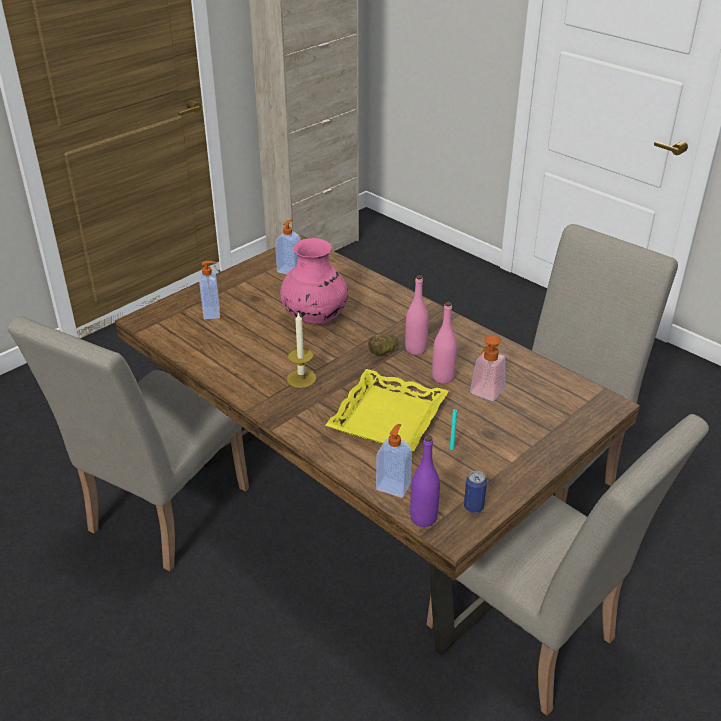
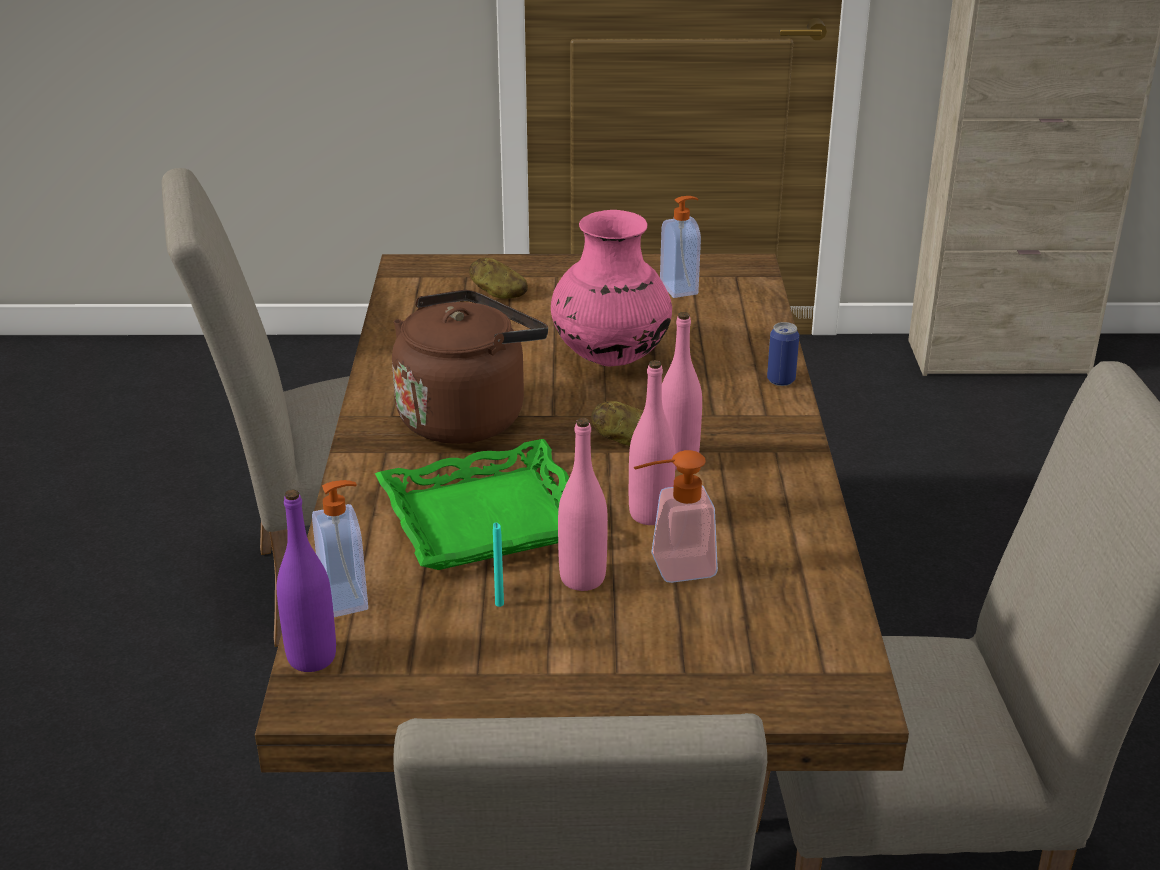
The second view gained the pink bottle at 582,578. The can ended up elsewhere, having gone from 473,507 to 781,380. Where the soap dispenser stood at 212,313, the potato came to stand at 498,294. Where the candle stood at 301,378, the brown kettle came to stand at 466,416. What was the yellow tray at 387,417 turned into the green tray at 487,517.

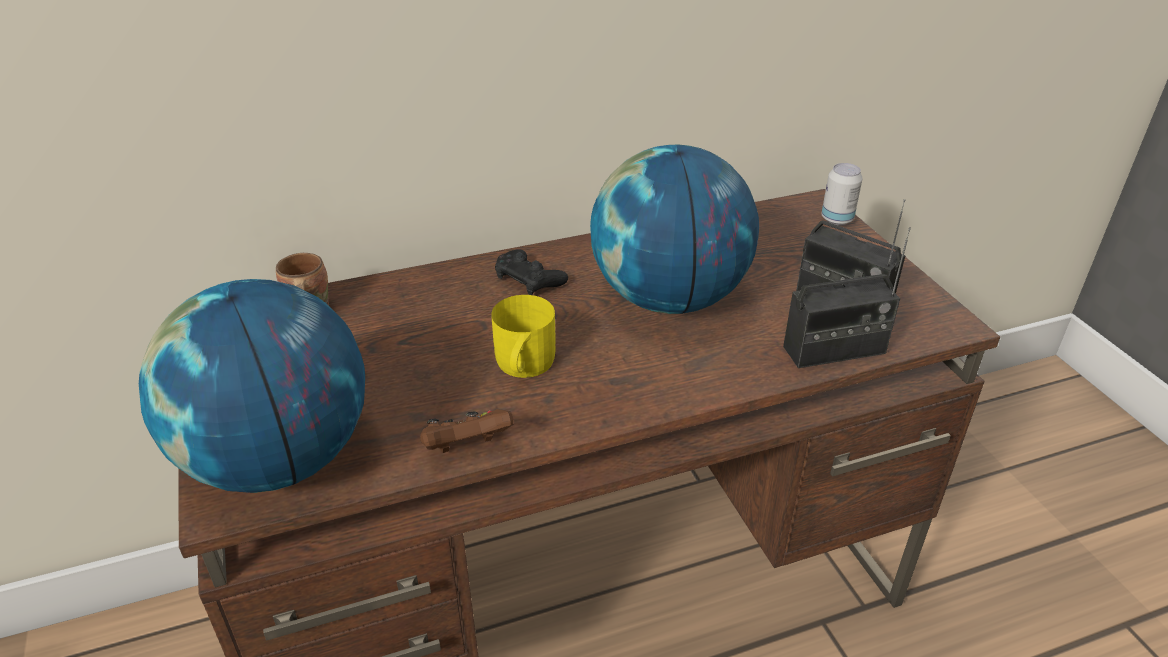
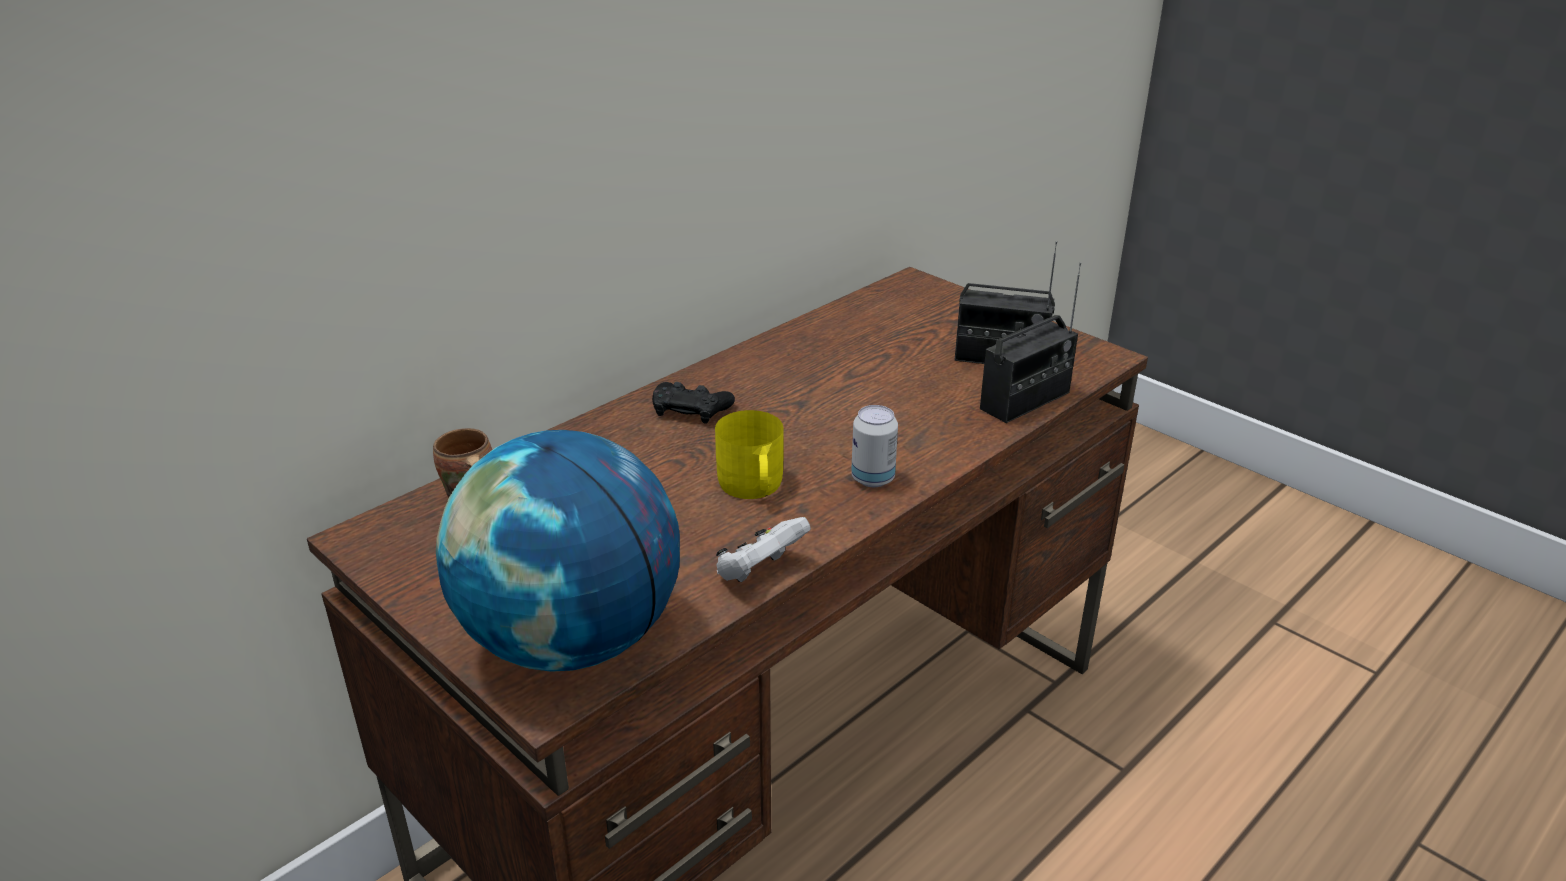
The second view lost the globe at 669,298. The can ended up elsewhere, having gone from 837,219 to 872,478. What was the brown game controller at 467,448 turned into the white game controller at 760,572.

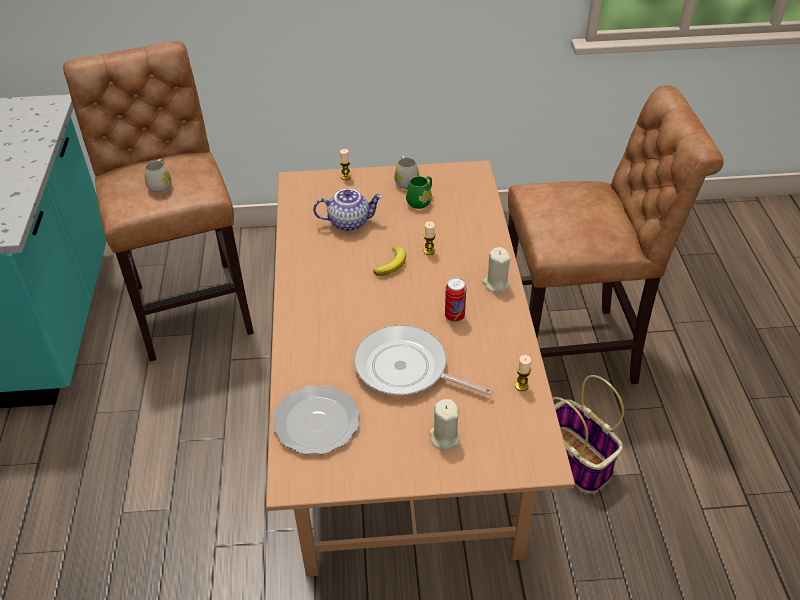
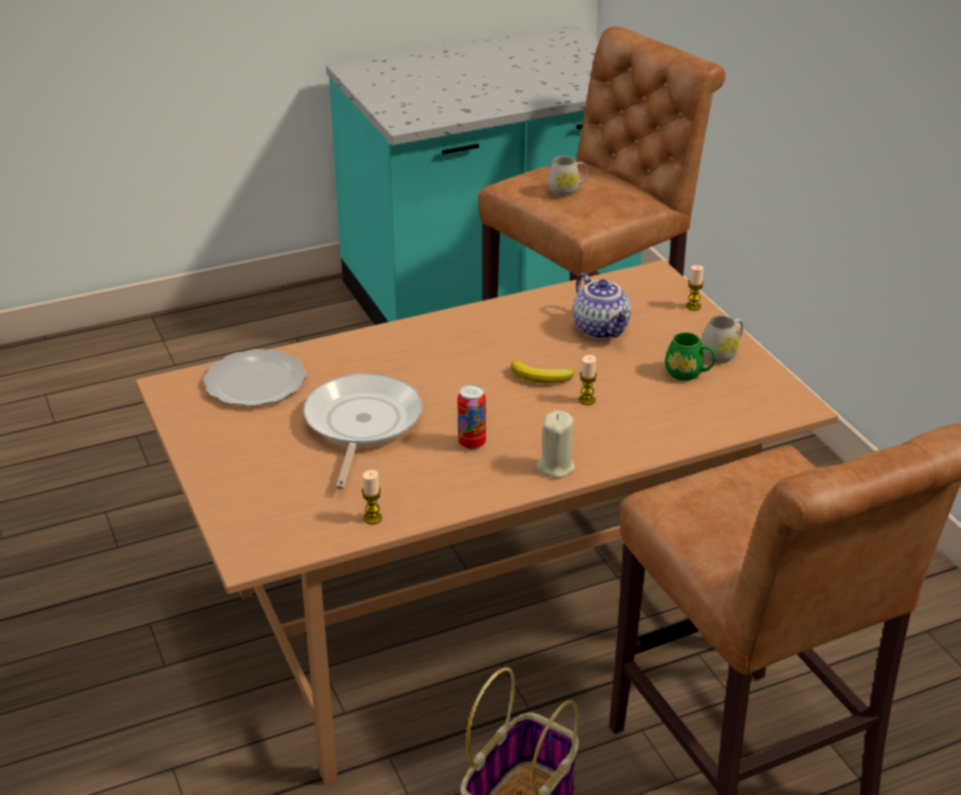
The second view lost the beige candle at 444,437.

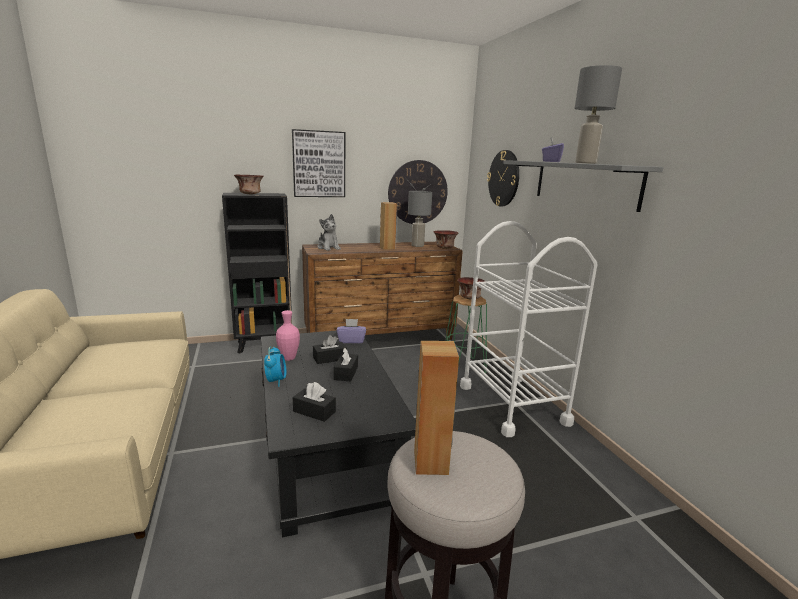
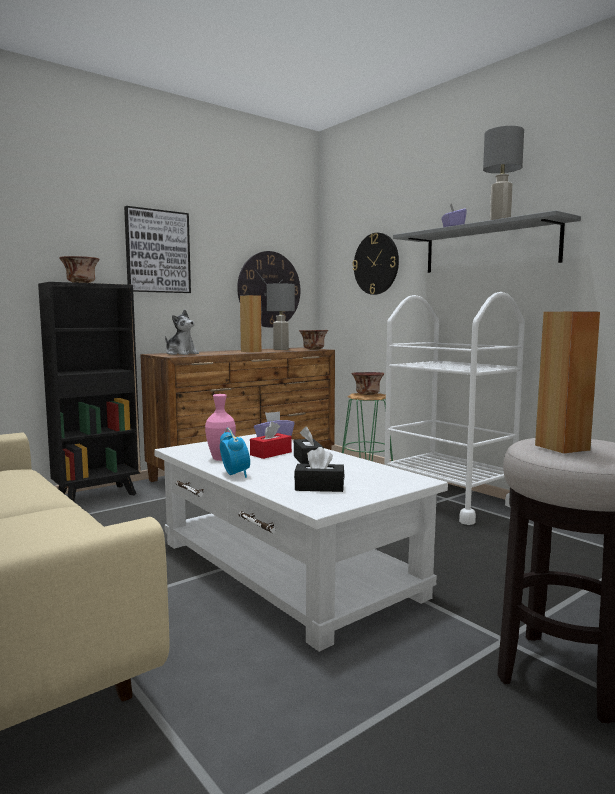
What was the black coffee table at 327,446 turned into the white coffee table at 285,567. What was the black tissue box at 329,358 turned into the red tissue box at 271,453.

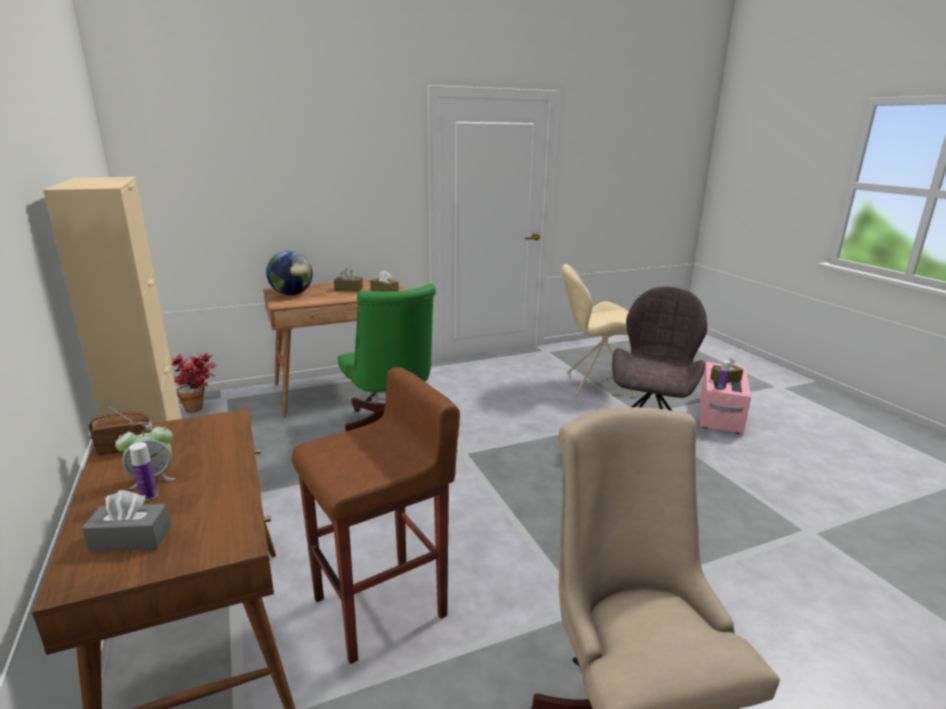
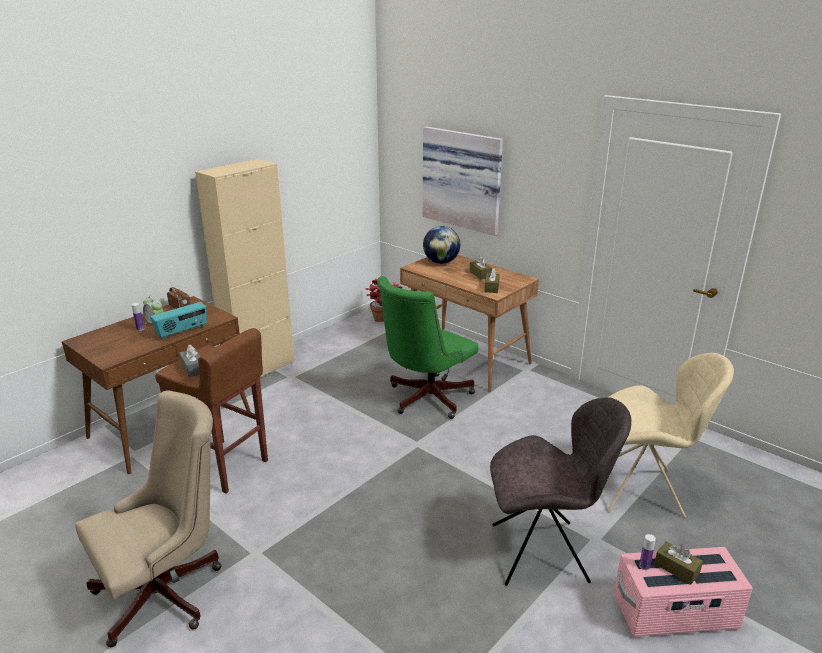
The second view gained the radio at 182,331. The second view gained the picture at 463,179. The grey tissue box ended up elsewhere, having gone from 131,539 to 193,368. The beige chair at 596,384 ended up facing another way, 120 degrees clockwise from before.

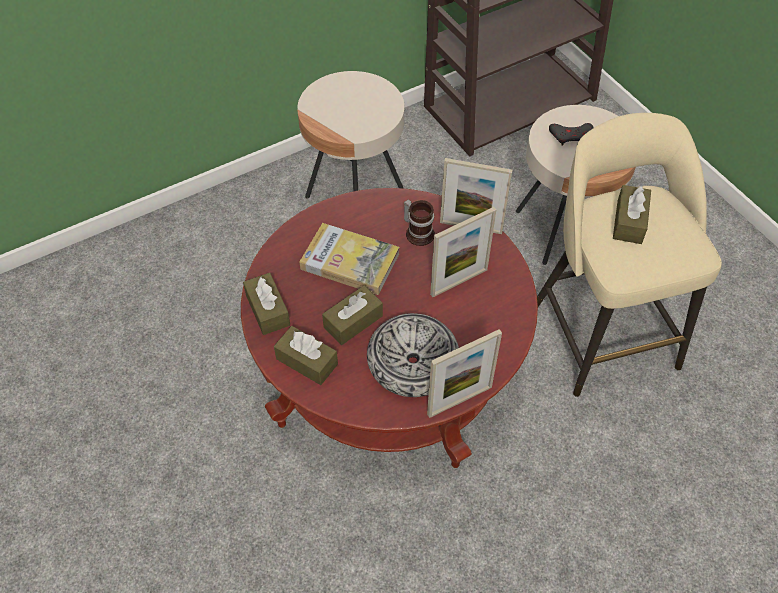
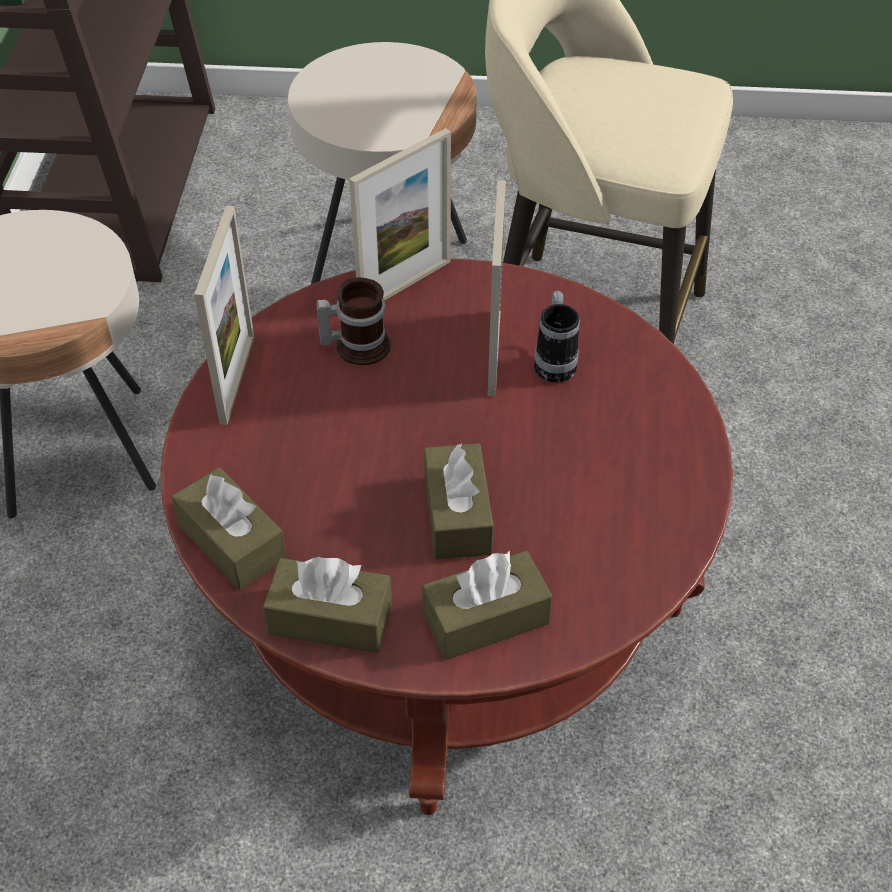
The second view lost the book at 350,261. The second view lost the bowl at 412,362. The second view lost the grey game controller at 571,136. The second view gained the mug at 555,361. The picture frame ended up elsewhere, having gone from 459,401 to 237,379. The brown tissue box ended up elsewhere, having gone from 629,222 to 232,542.

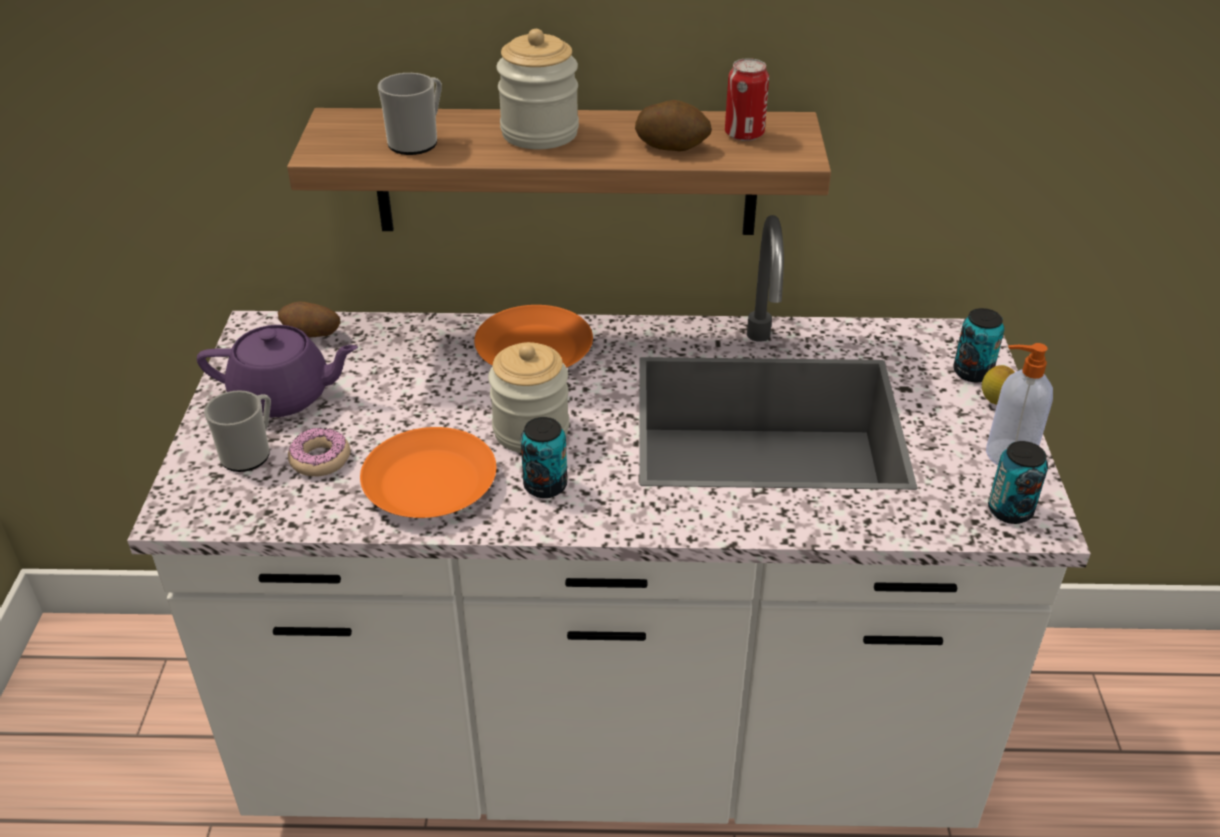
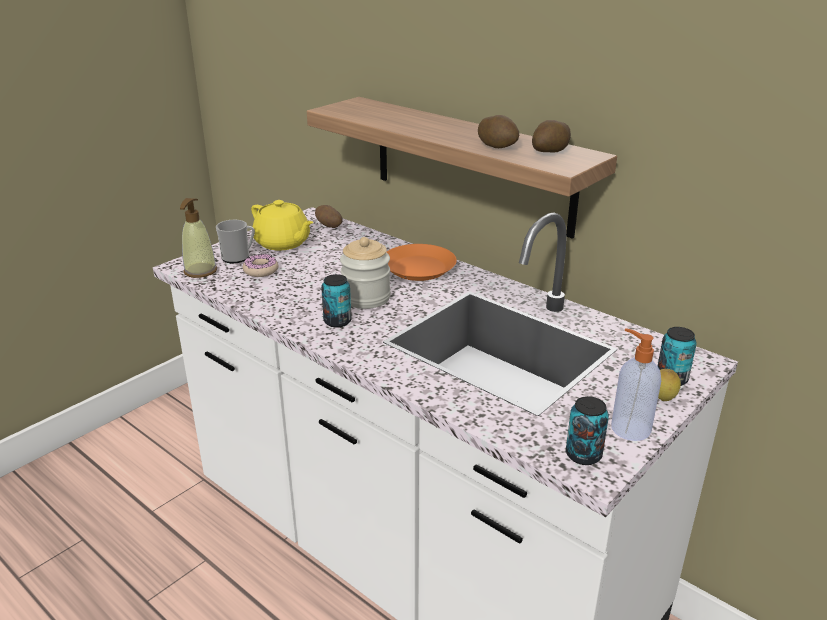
The second view lost the orange plate at 431,484. The second view lost the mug at 417,142. The second view lost the jar at 539,133. The second view gained the soap dispenser at 200,271. Where the can stood at 744,134, the potato came to stand at 550,152. What was the purple teapot at 284,396 turned into the yellow teapot at 283,243.

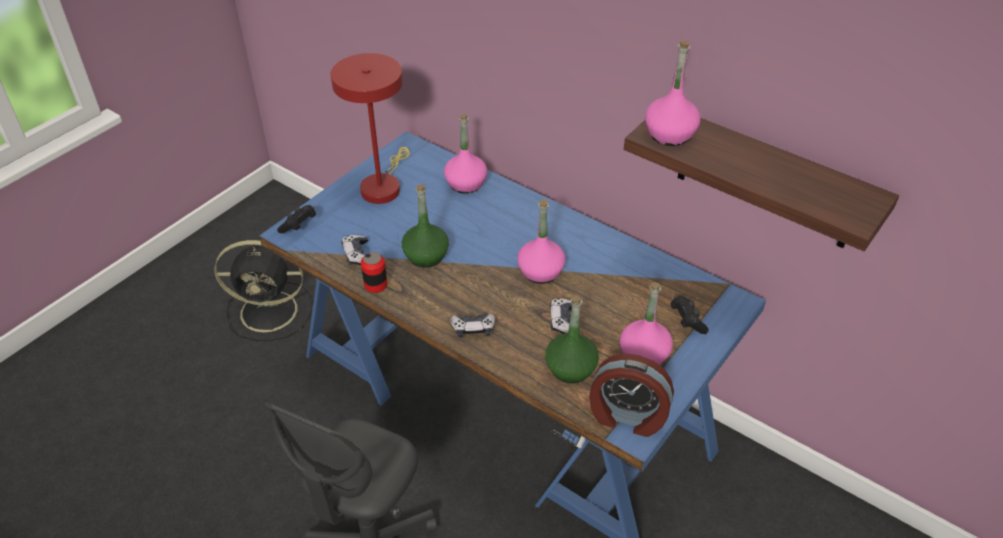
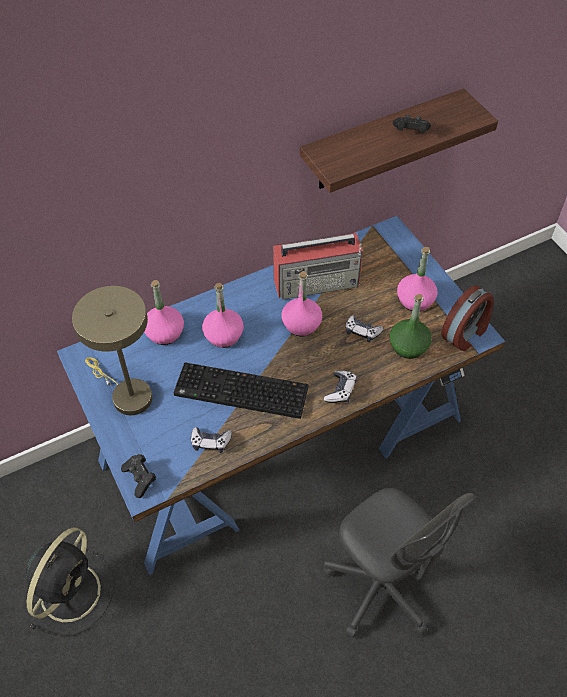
The second view lost the can at 375,285. The second view gained the radio at 317,282. The pink bottle ended up elsewhere, having gone from 670,134 to 223,335. The black game controller ended up elsewhere, having gone from 687,321 to 410,132. Where the green bottle stood at 425,255, the keyboard came to stand at 239,393. What was the red table lamp at 382,186 turned into the beige table lamp at 127,394.

